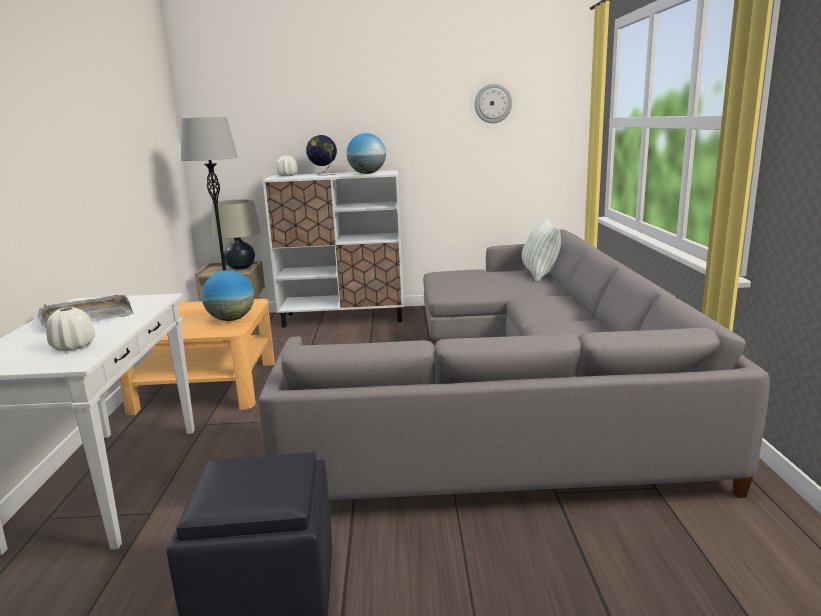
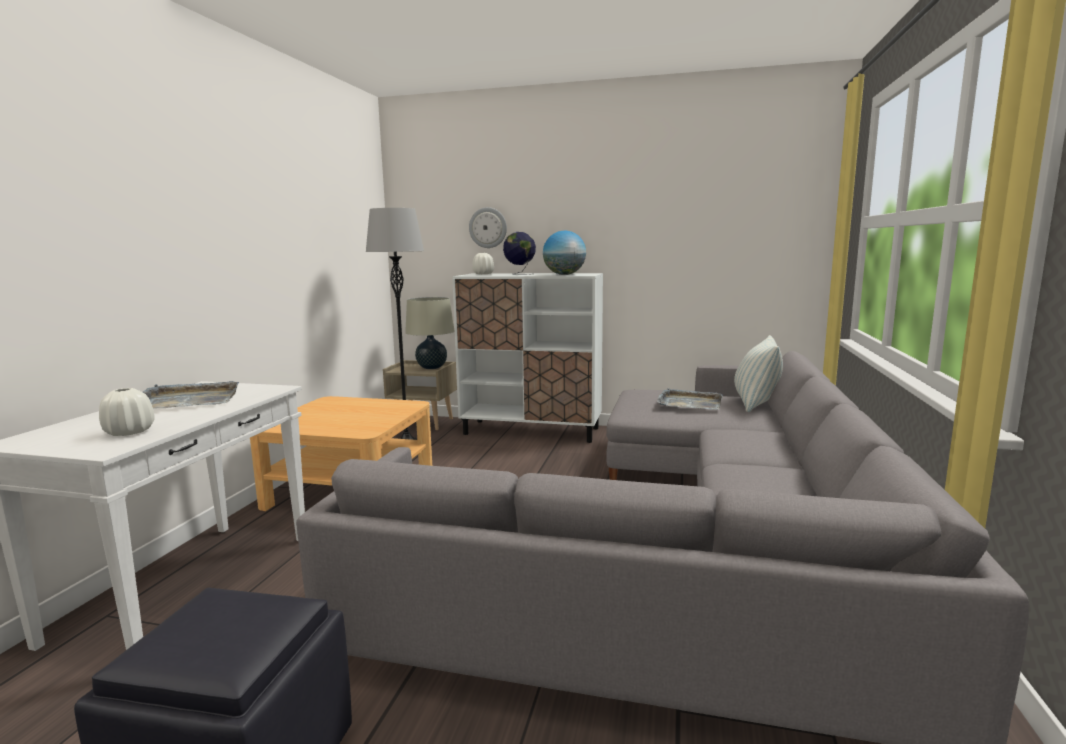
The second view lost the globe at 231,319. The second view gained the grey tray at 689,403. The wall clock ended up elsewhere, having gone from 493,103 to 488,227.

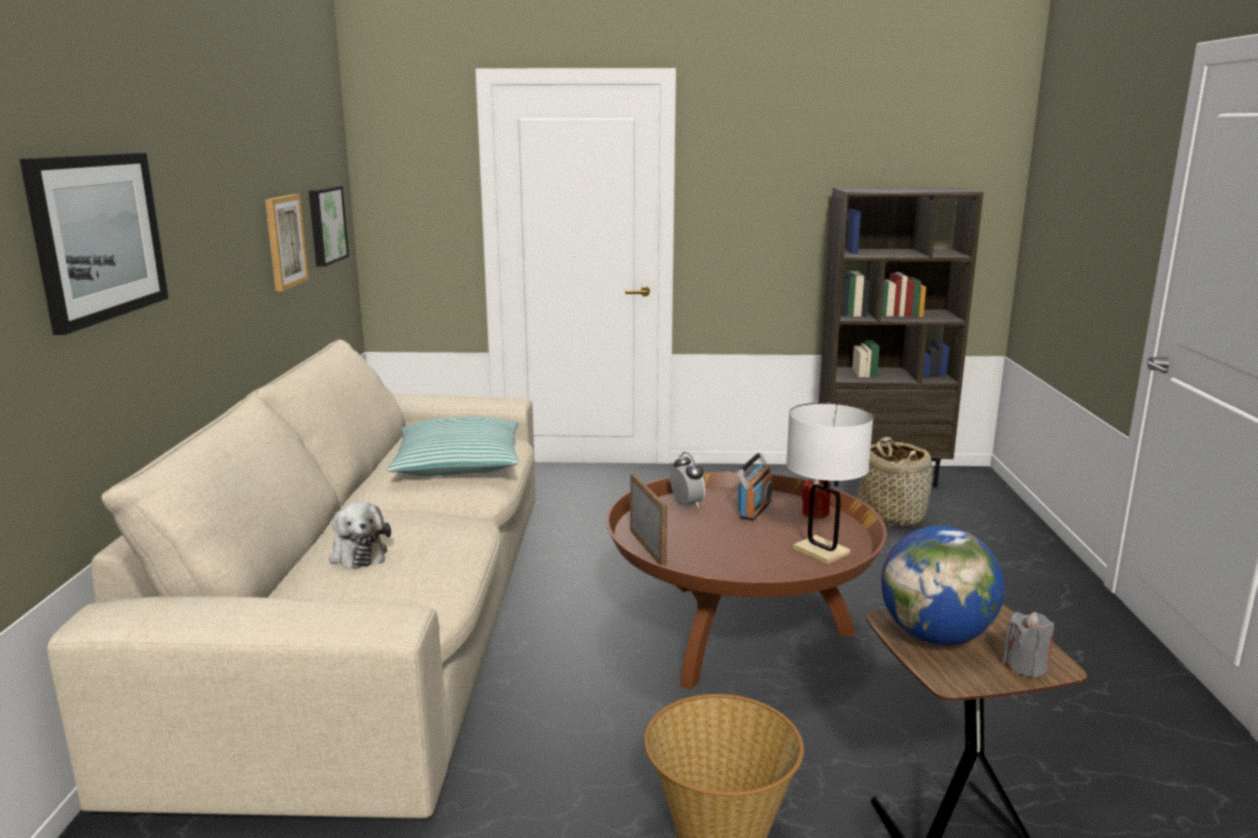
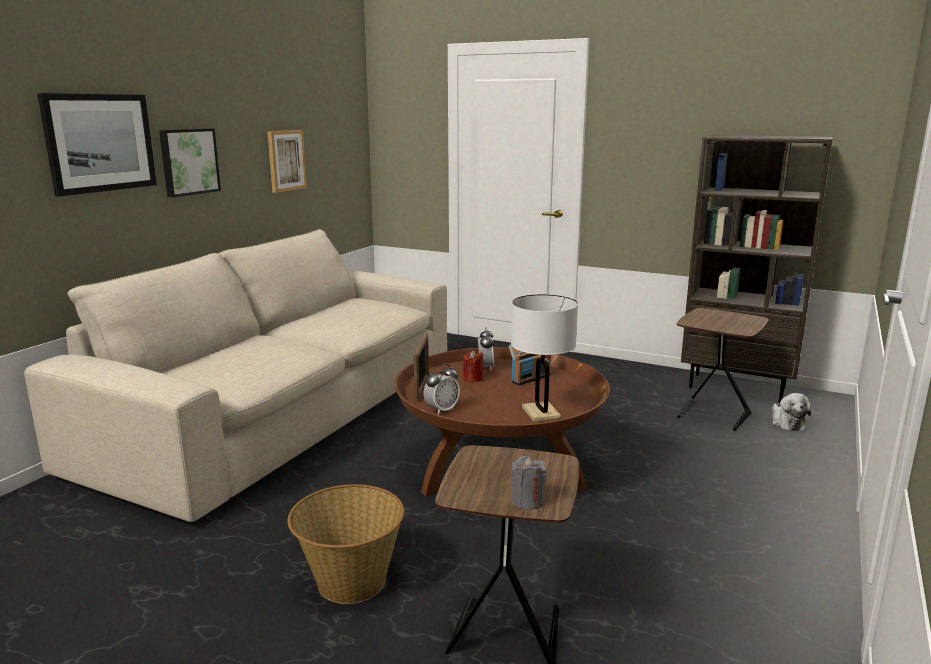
The second view lost the pillow at 458,463. The second view lost the globe at 936,636. The second view gained the alarm clock at 442,410. The picture ended up elsewhere, having gone from 325,225 to 188,161. The plush toy ended up elsewhere, having gone from 358,554 to 787,422. The red candle ended up elsewhere, having gone from 815,514 to 473,379. Where the basket stood at 891,516, the brown side table came to stand at 713,416.

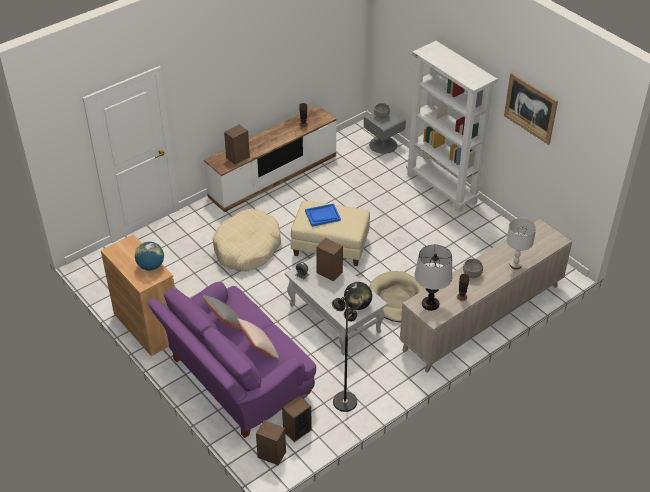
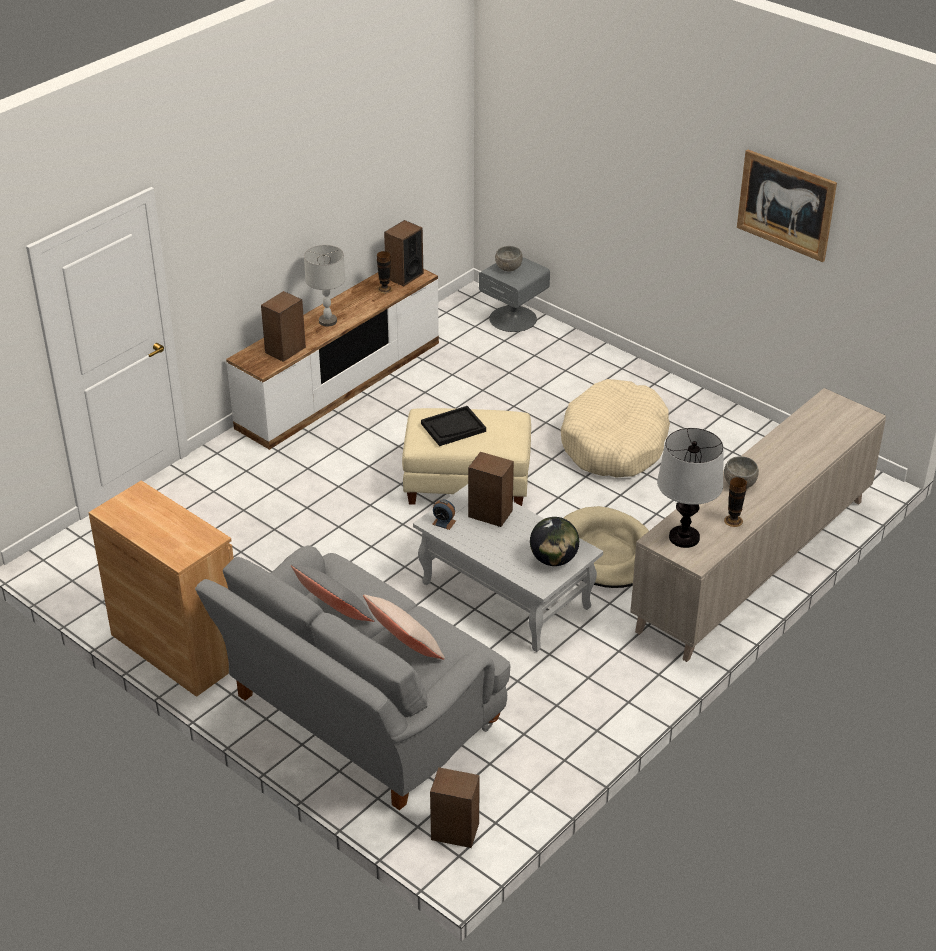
The second view lost the globe at 151,266. The second view lost the black floor lamp at 344,401. The second view lost the white bookcase at 442,188. The beige dog bed ended up elsewhere, having gone from 247,248 to 614,443. The speaker ended up elsewhere, having gone from 297,430 to 404,276. The grey table lamp ended up elsewhere, having gone from 515,265 to 328,321. What was the purple sofa at 236,380 turned into the grey sofa at 359,716. What was the blue tray at 322,216 turned into the black tray at 453,427.

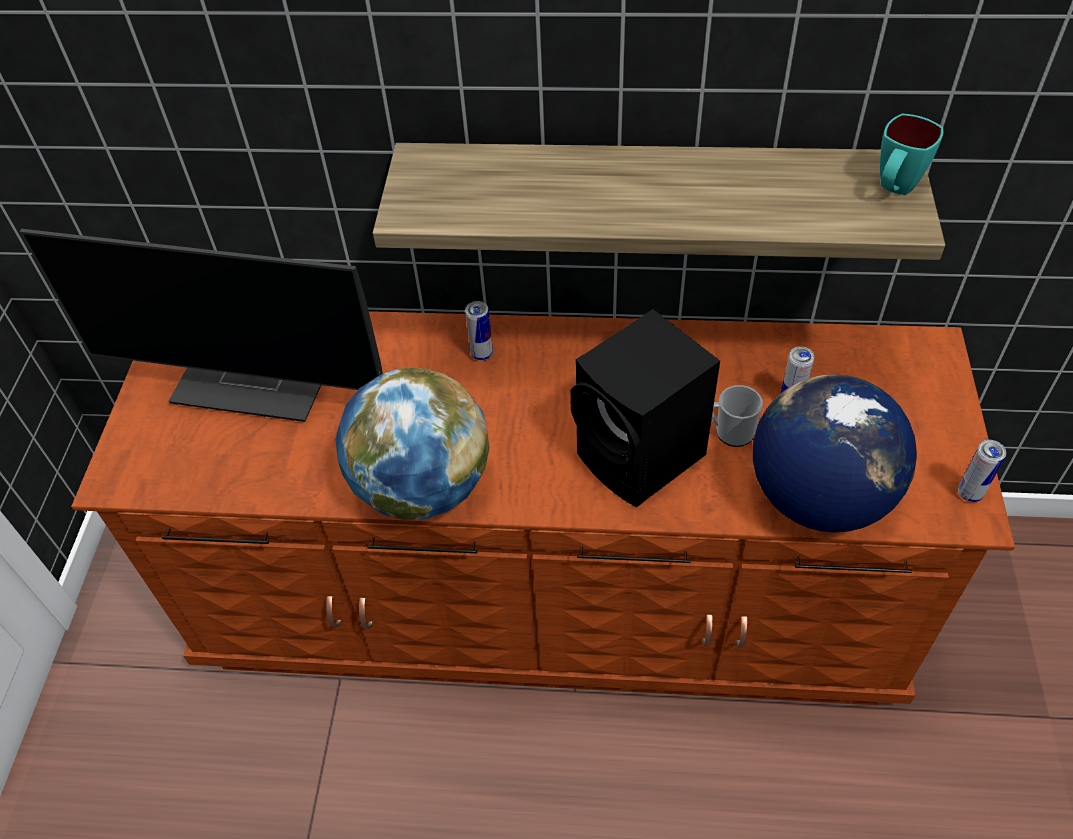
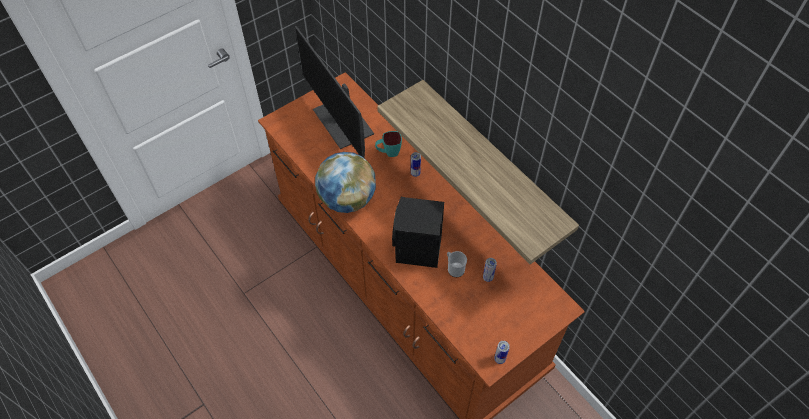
The second view lost the globe at 818,496. The turquoise mug ended up elsewhere, having gone from 894,189 to 388,153.

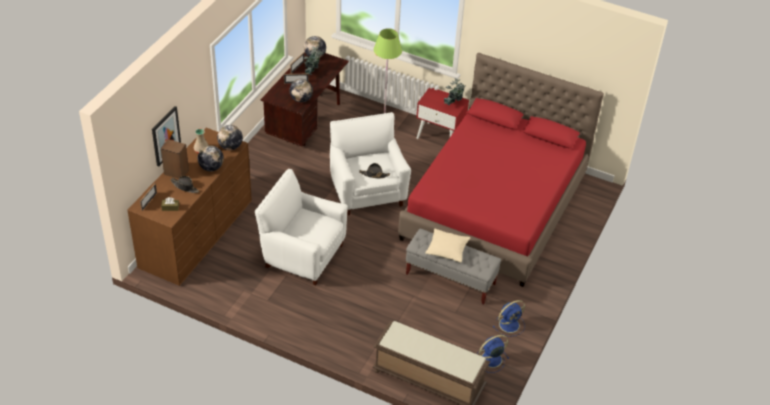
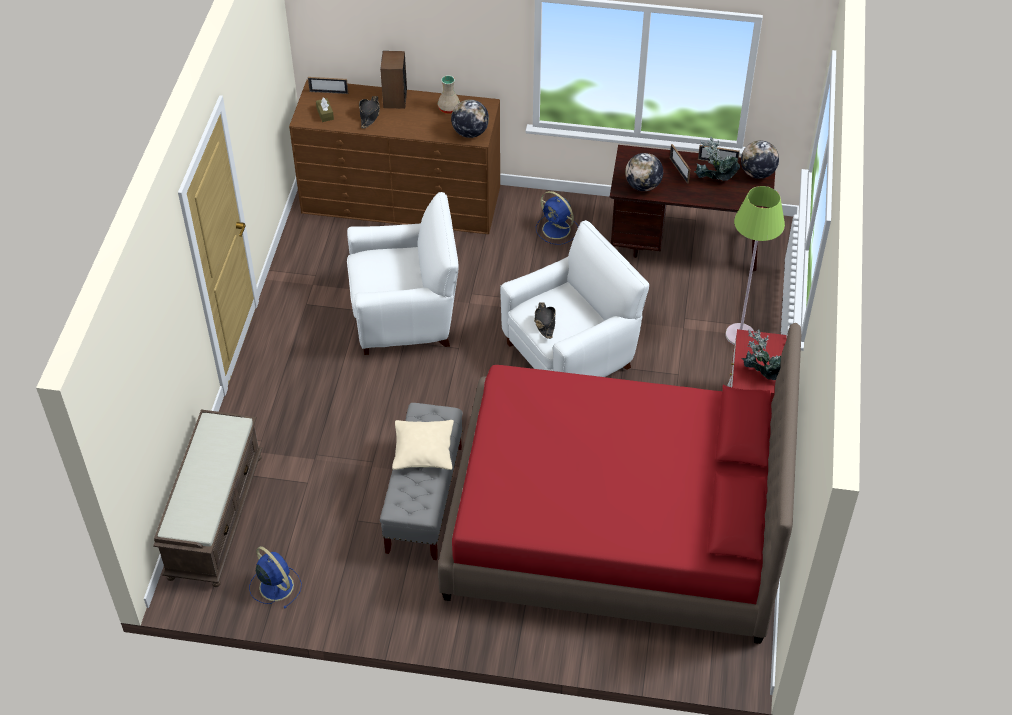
The second view lost the picture at 165,136. The second view lost the globe at 211,168. The blue fan ended up elsewhere, having gone from 510,324 to 557,230. The white armchair at 302,255 ended up facing another way, 75 degrees clockwise from before.

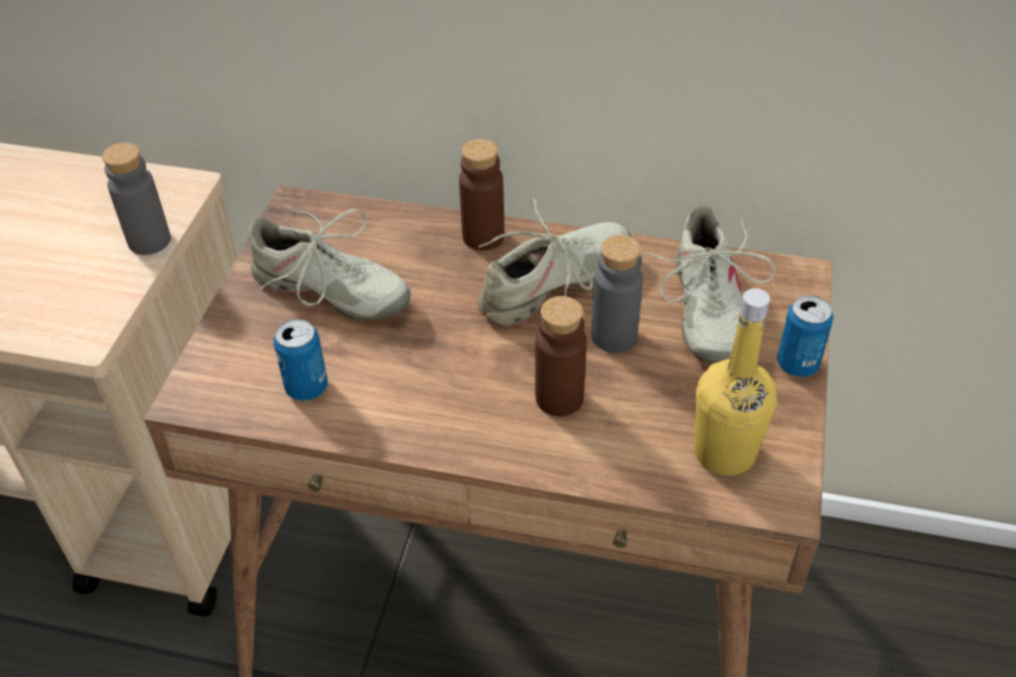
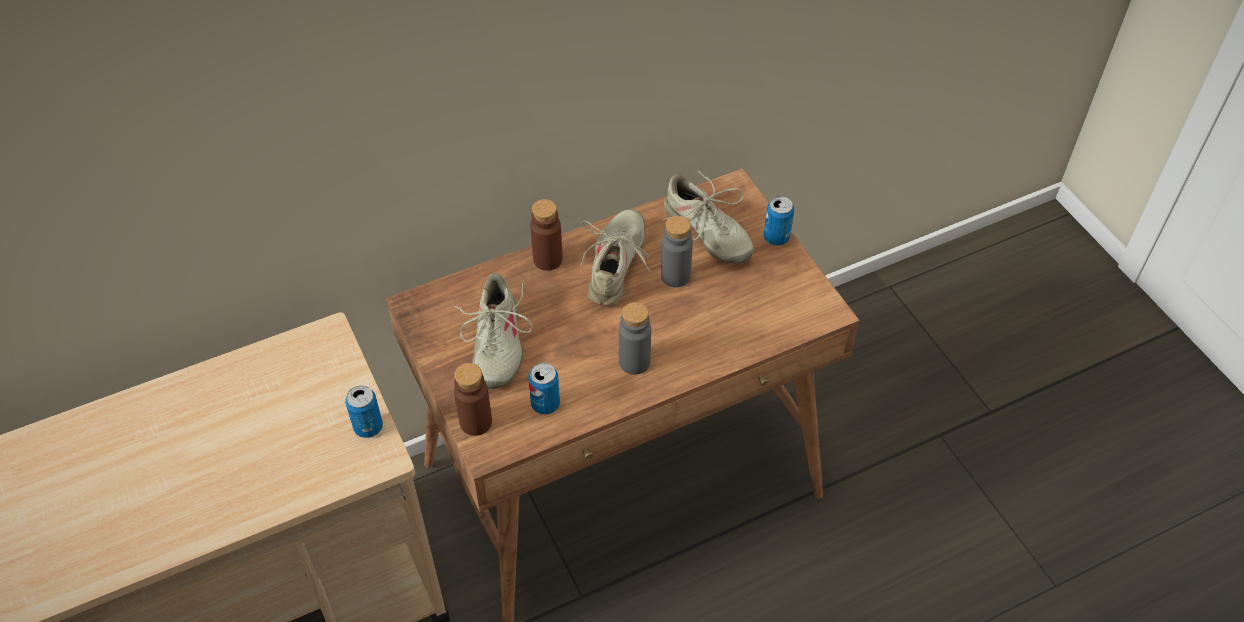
The second view lost the yellow bottle at 724,452. The second view gained the can at 368,427. The grey bottle ended up elsewhere, having gone from 149,241 to 634,362. The brown bottle ended up elsewhere, having gone from 559,398 to 476,422. The beige shoe at 329,292 ended up facing another way, 105 degrees clockwise from before.

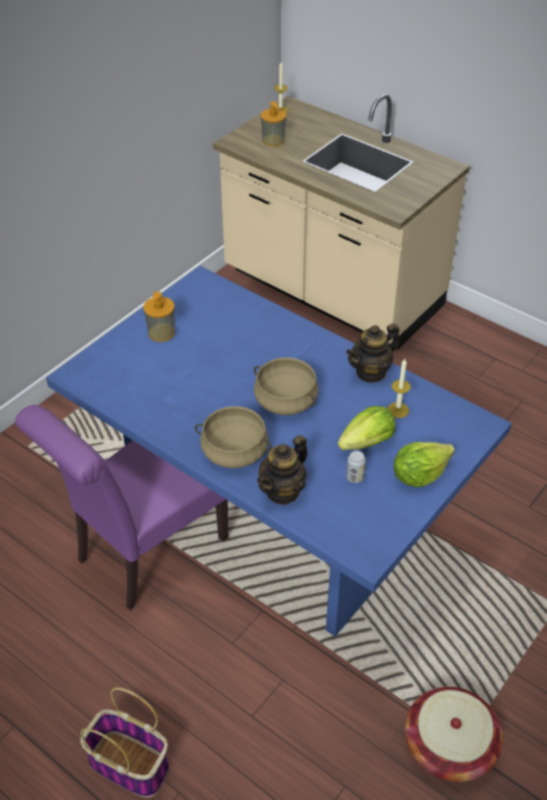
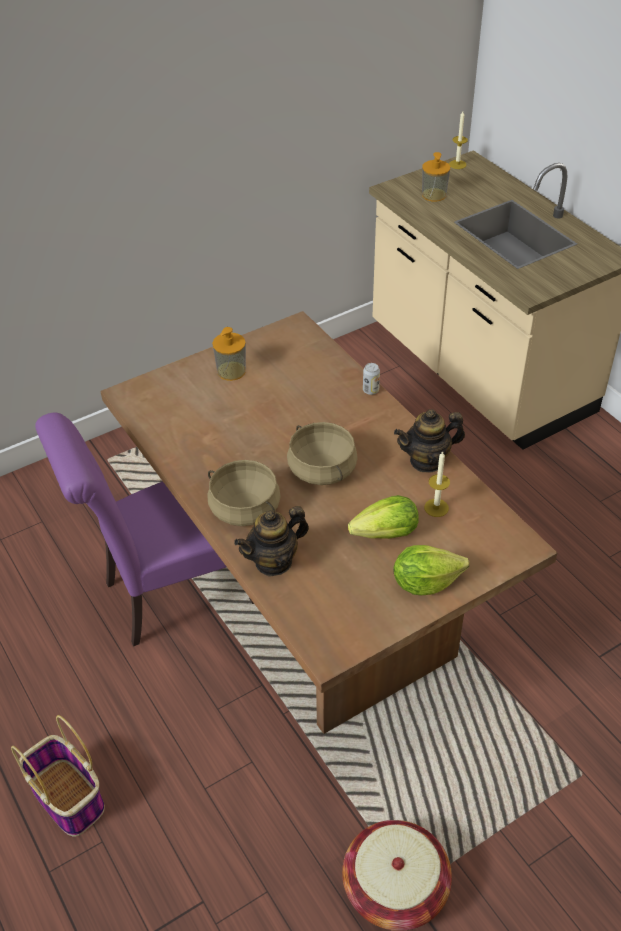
The can ended up elsewhere, having gone from 355,477 to 370,390. What was the blue dining table at 275,520 turned into the brown dining table at 315,596.

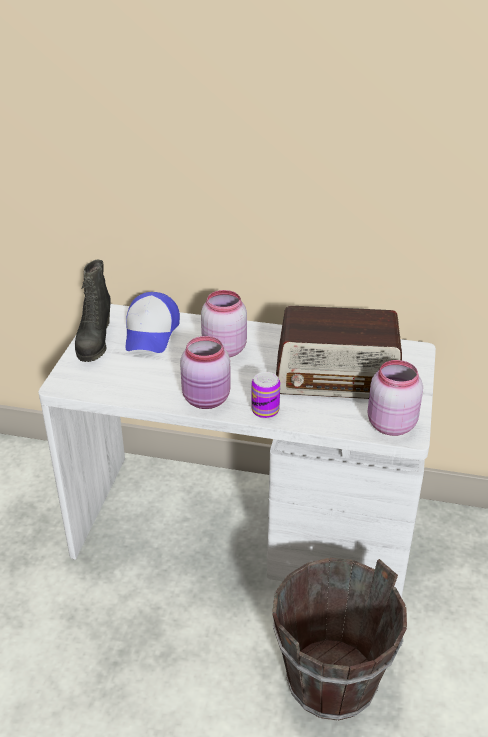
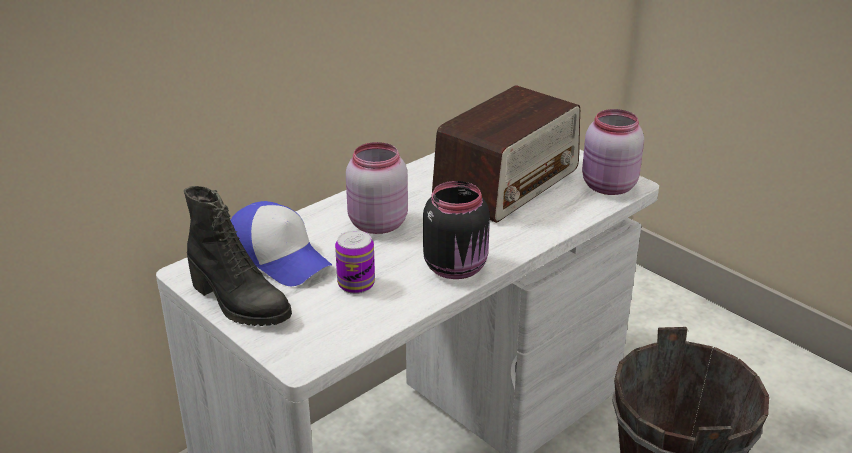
The can ended up elsewhere, having gone from 265,410 to 356,284. What was the pink jar at 207,399 turned into the black jar at 457,267.

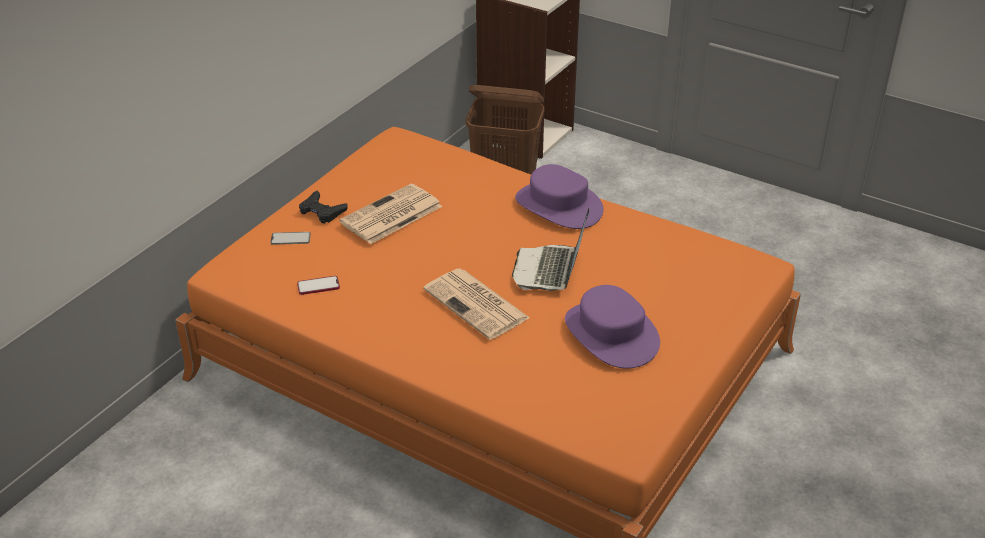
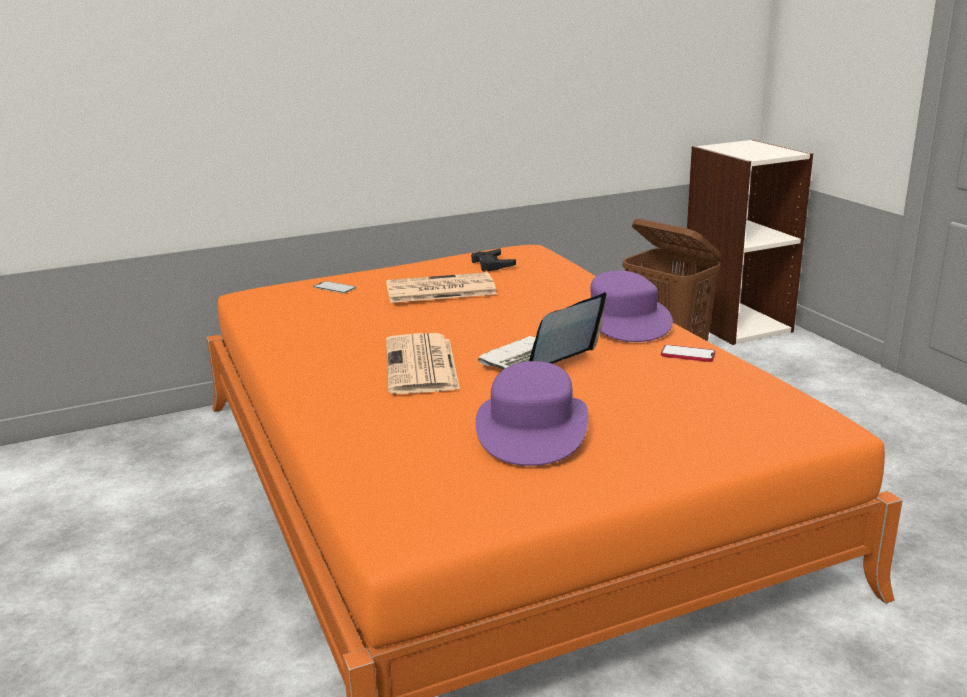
The phone ended up elsewhere, having gone from 318,286 to 687,355. The black game controller ended up elsewhere, having gone from 322,211 to 492,265.

